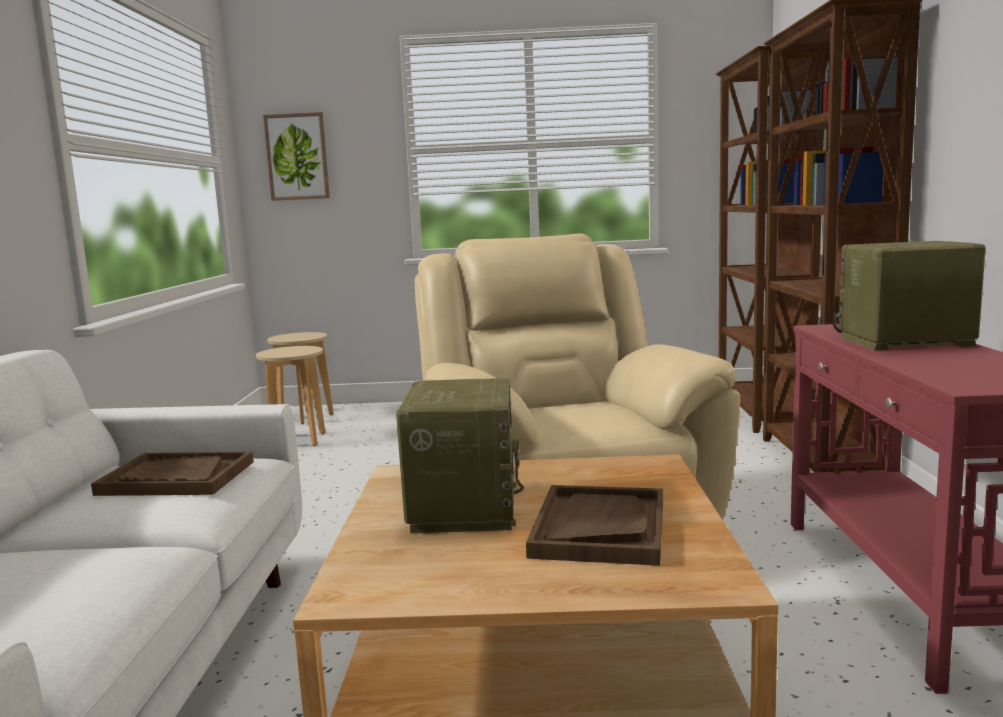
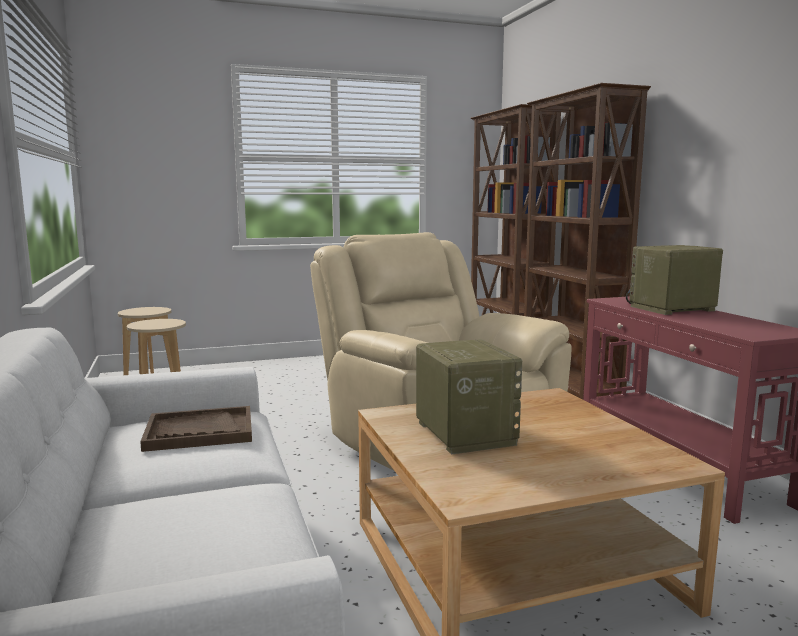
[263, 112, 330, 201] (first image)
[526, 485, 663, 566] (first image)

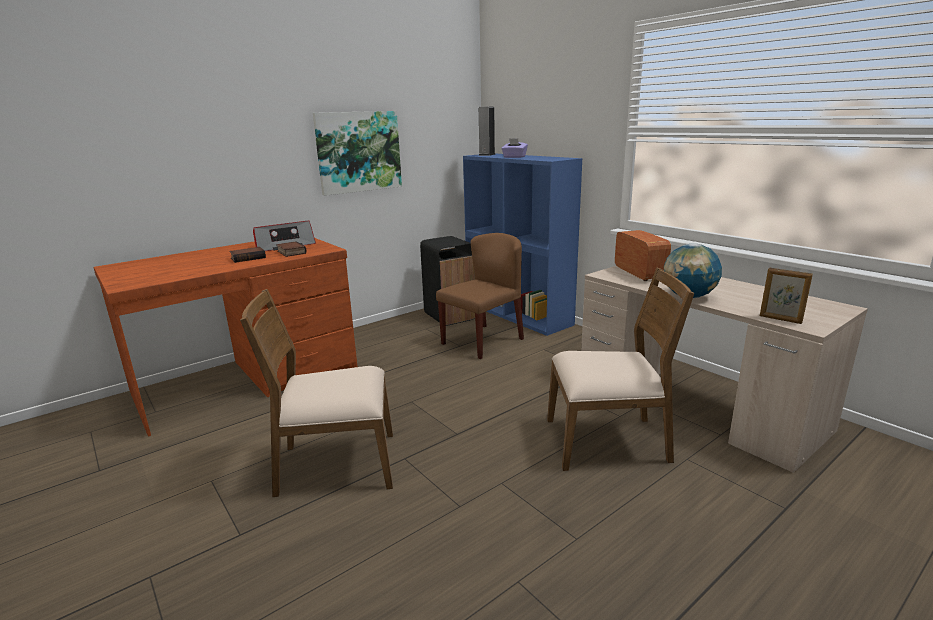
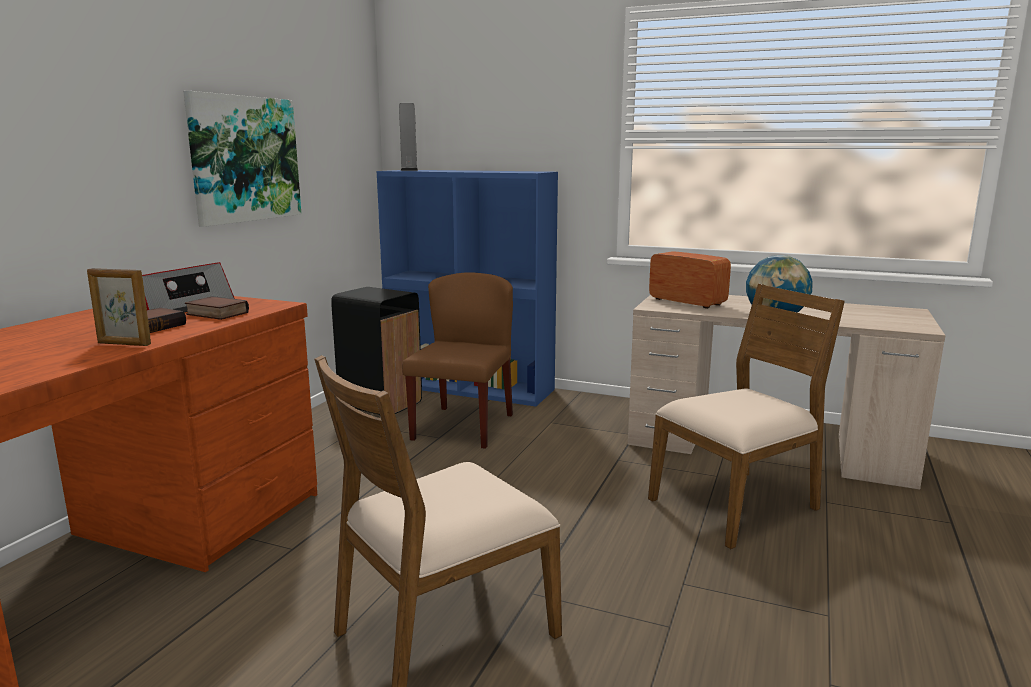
[501, 138, 528, 158] (first image)
[87, 268, 151, 346]

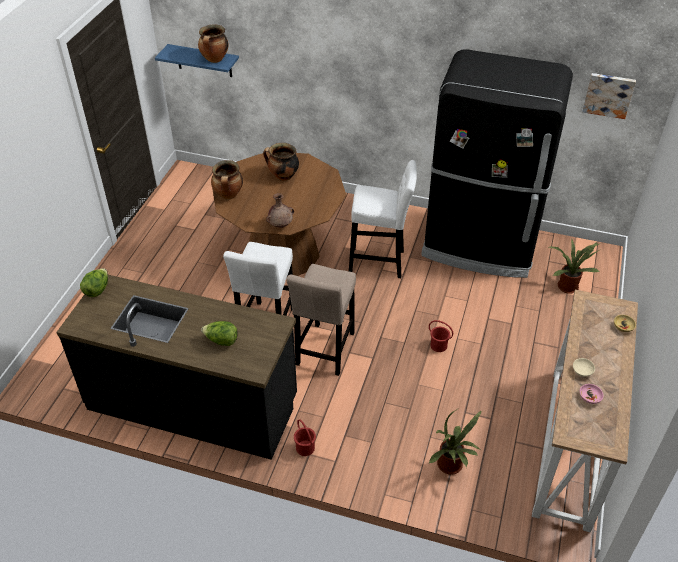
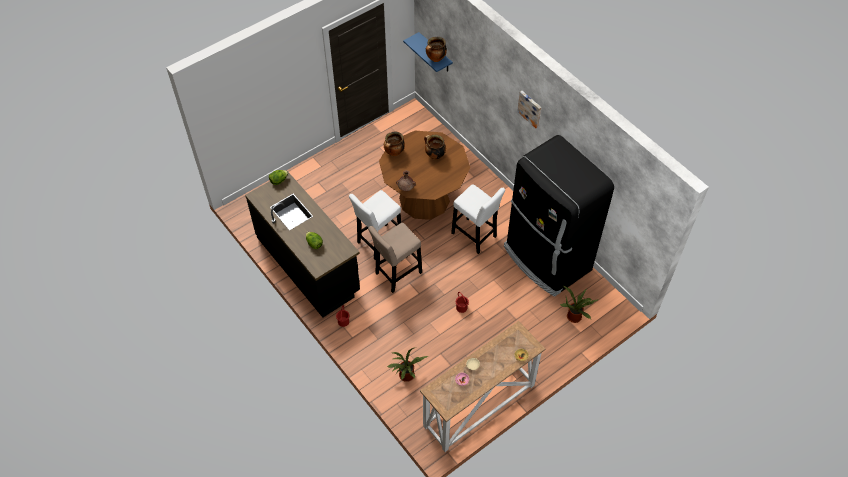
[517, 91, 541, 128]

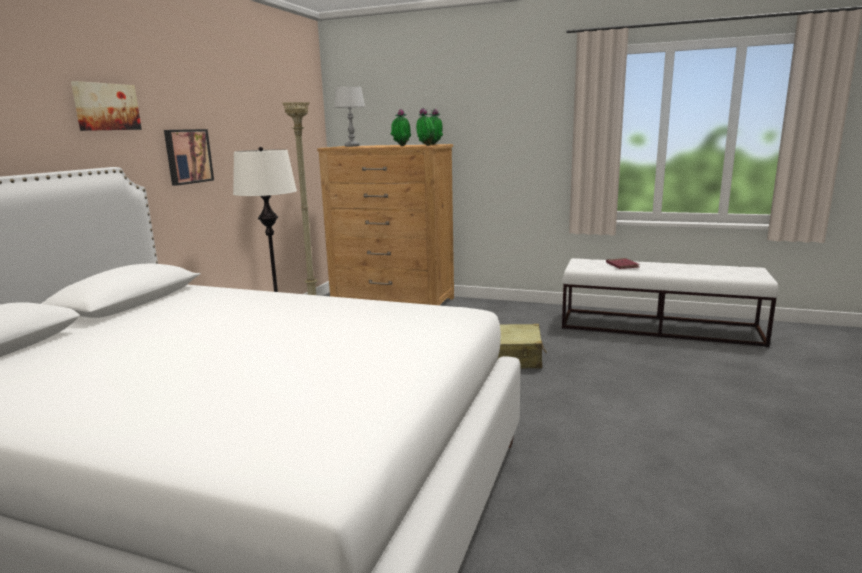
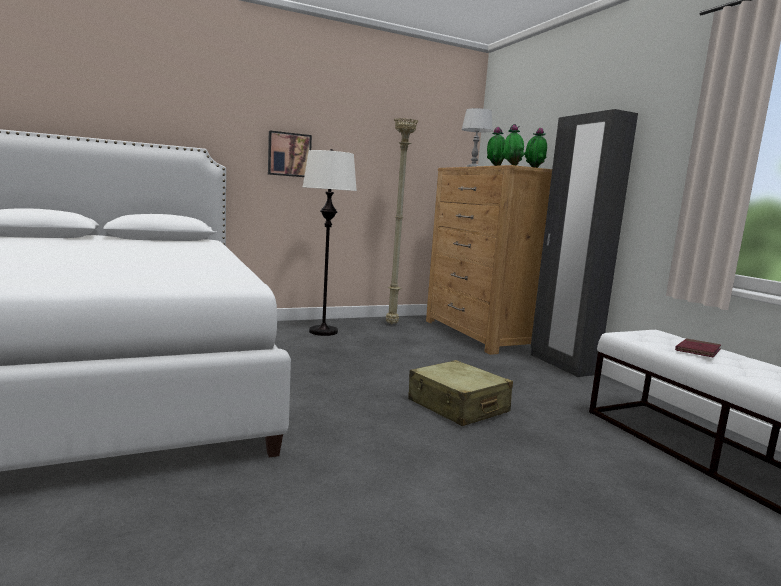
[71, 81, 142, 131] (first image)
[530, 109, 638, 377]

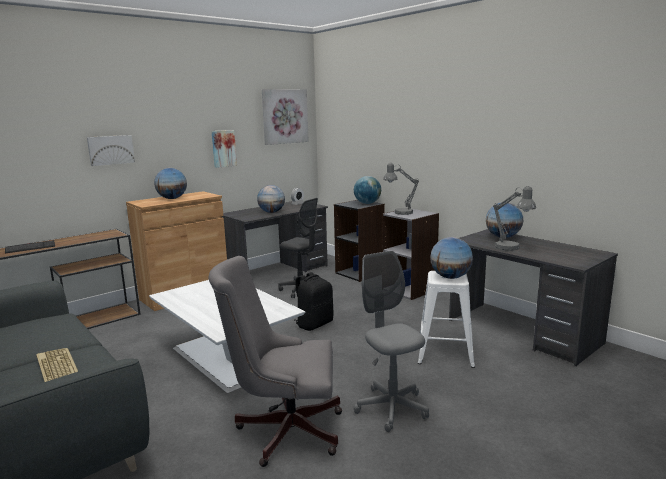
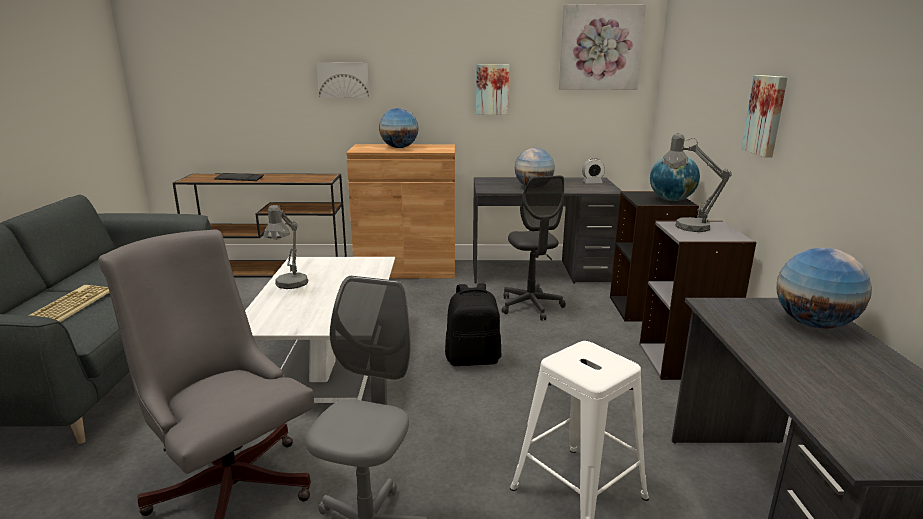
[263, 205, 308, 289]
[430, 237, 473, 279] (first image)
[741, 75, 788, 158]

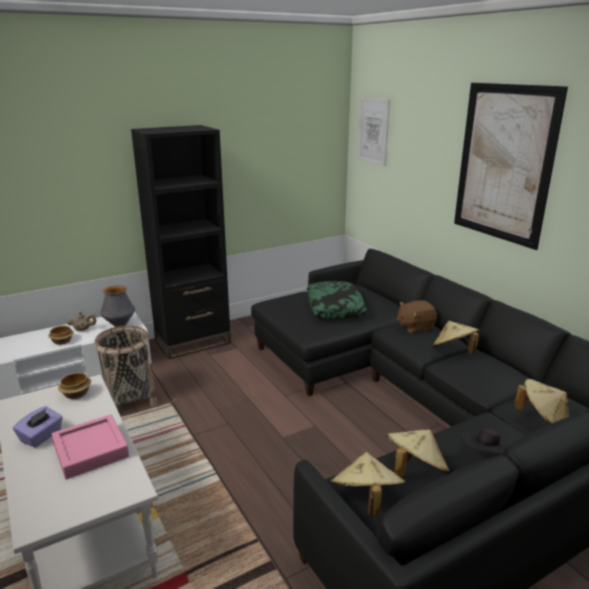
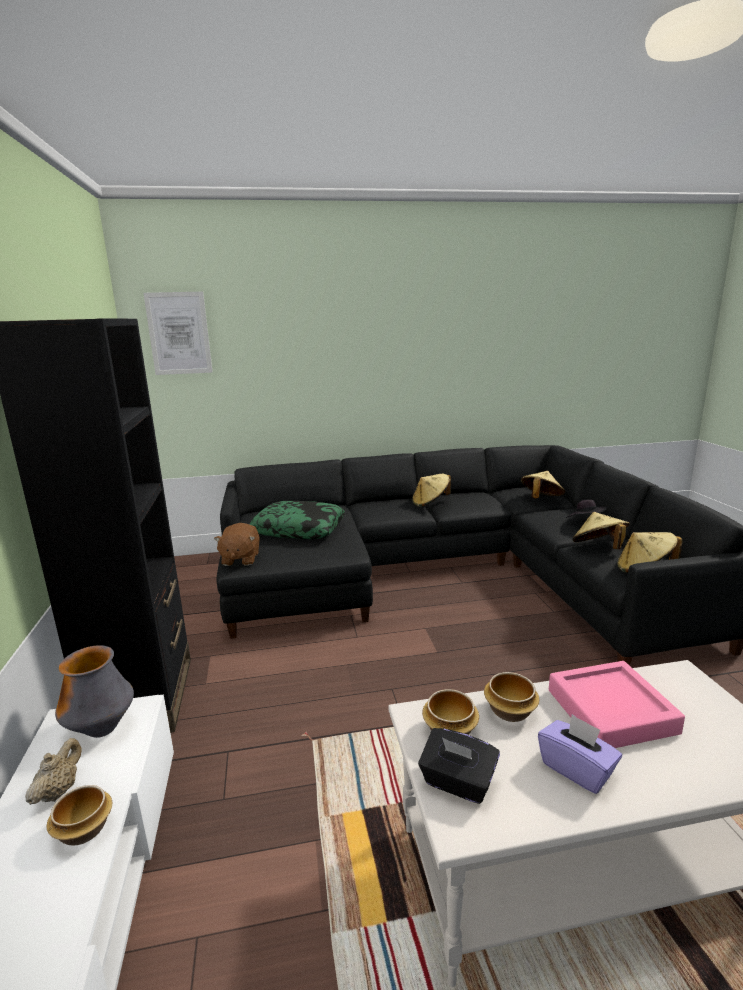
[454, 83, 568, 250] (first image)
[214, 523, 260, 566]
[94, 325, 157, 407] (first image)
[484, 672, 539, 722]
[418, 728, 500, 804]

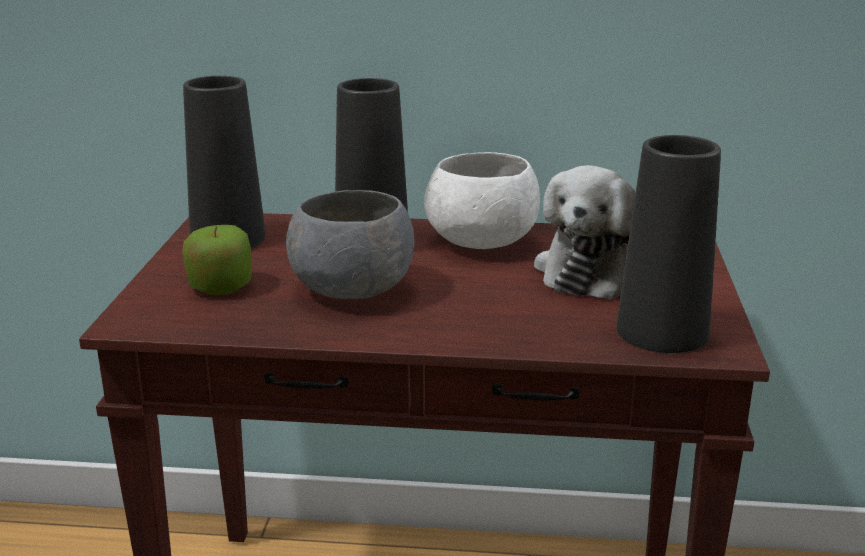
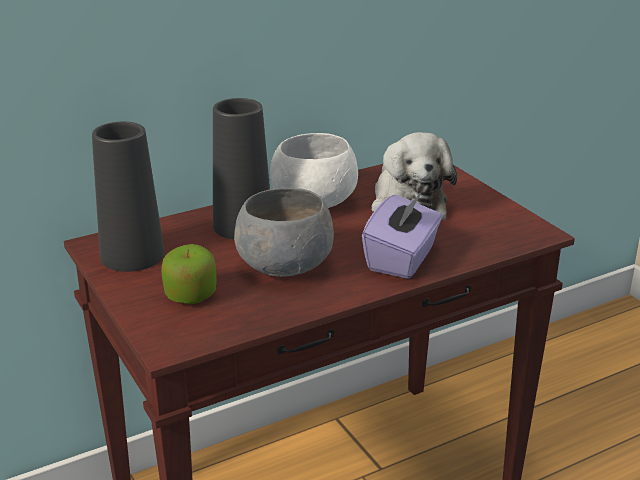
[616, 135, 721, 353] (first image)
[362, 192, 443, 279]

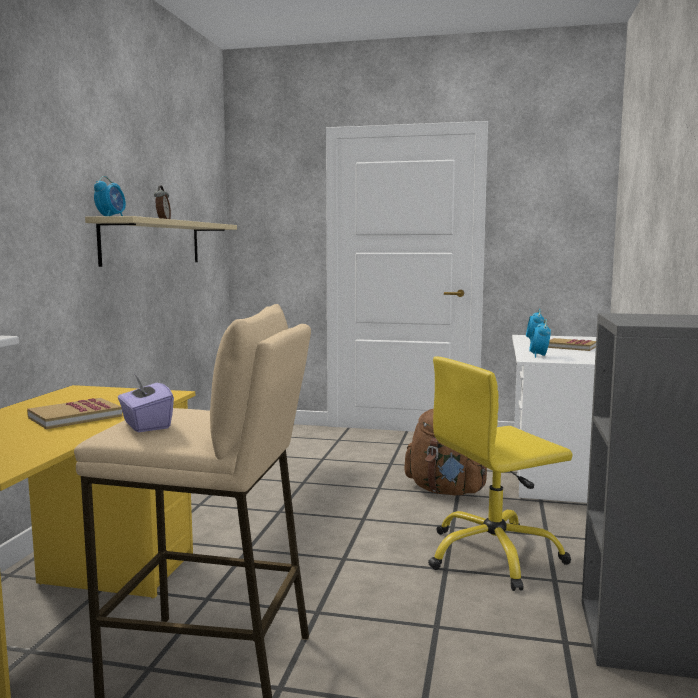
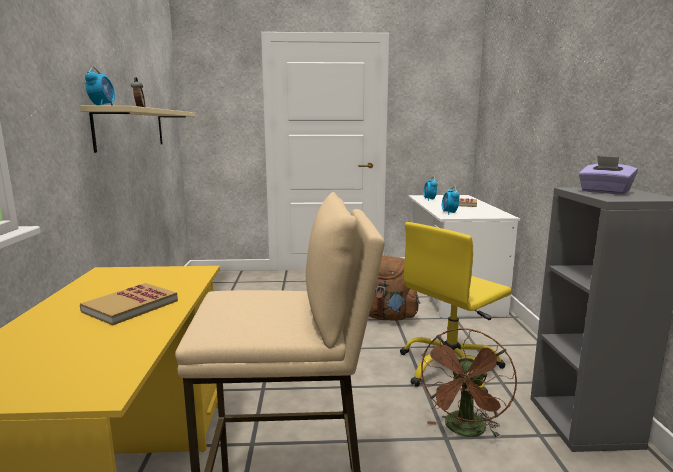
[579, 156, 638, 194]
[418, 328, 517, 439]

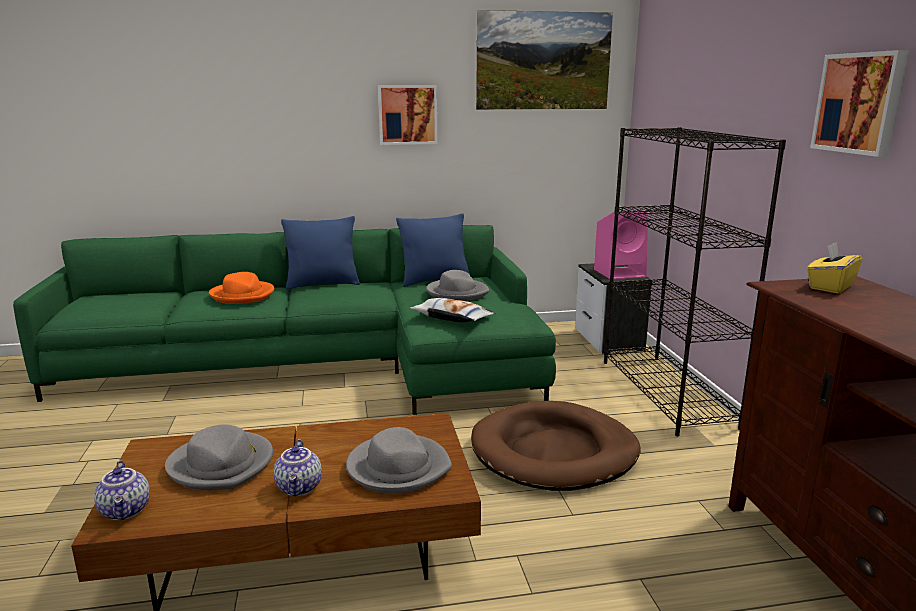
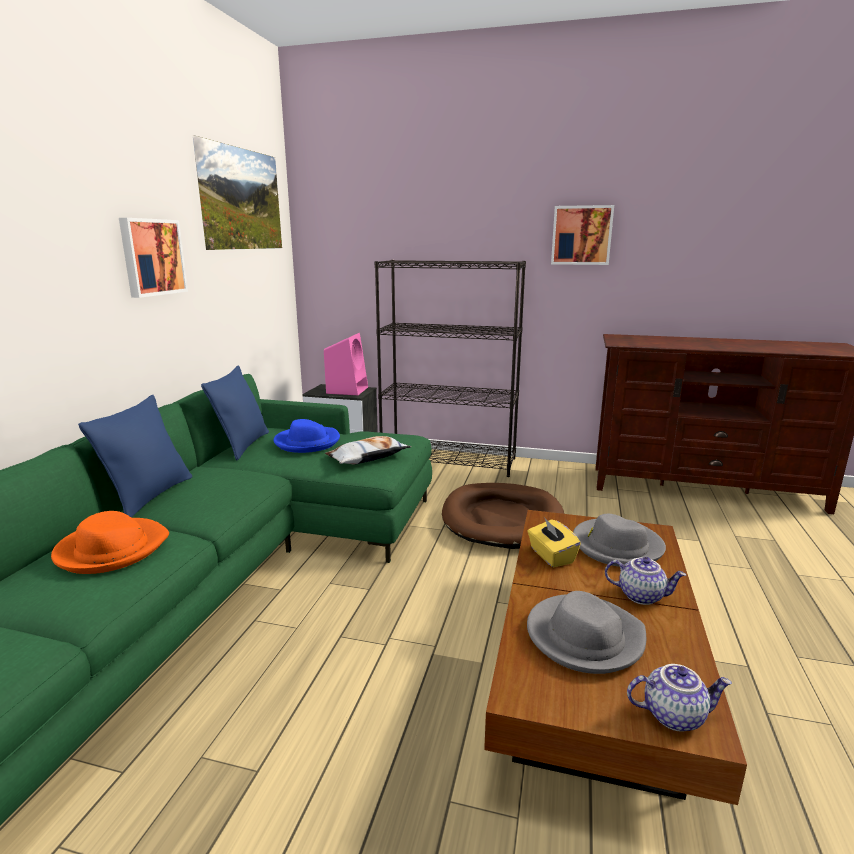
[527, 517, 581, 567]
[274, 419, 340, 453]

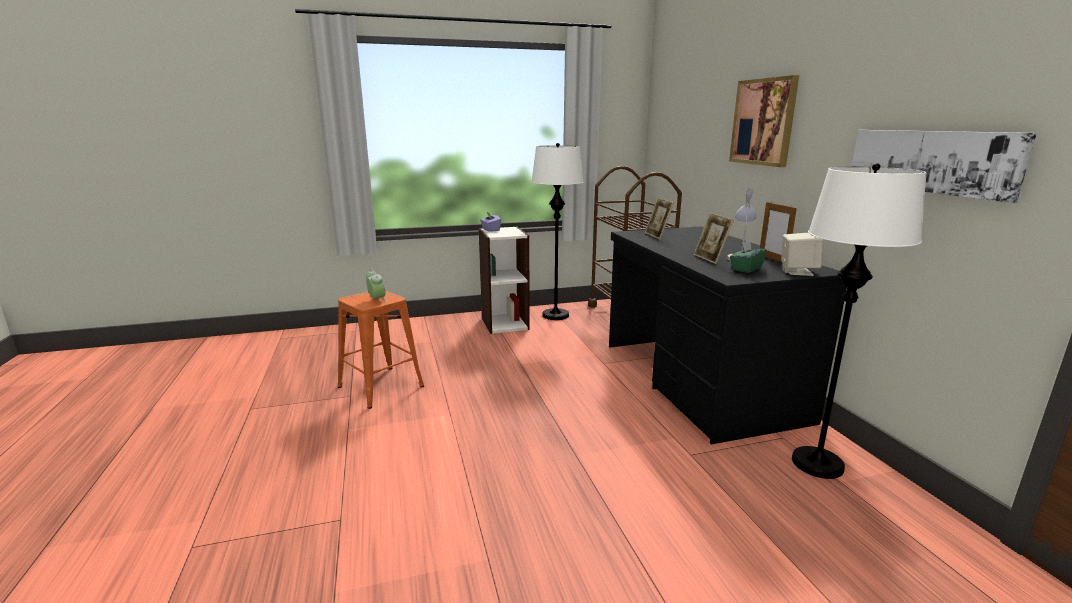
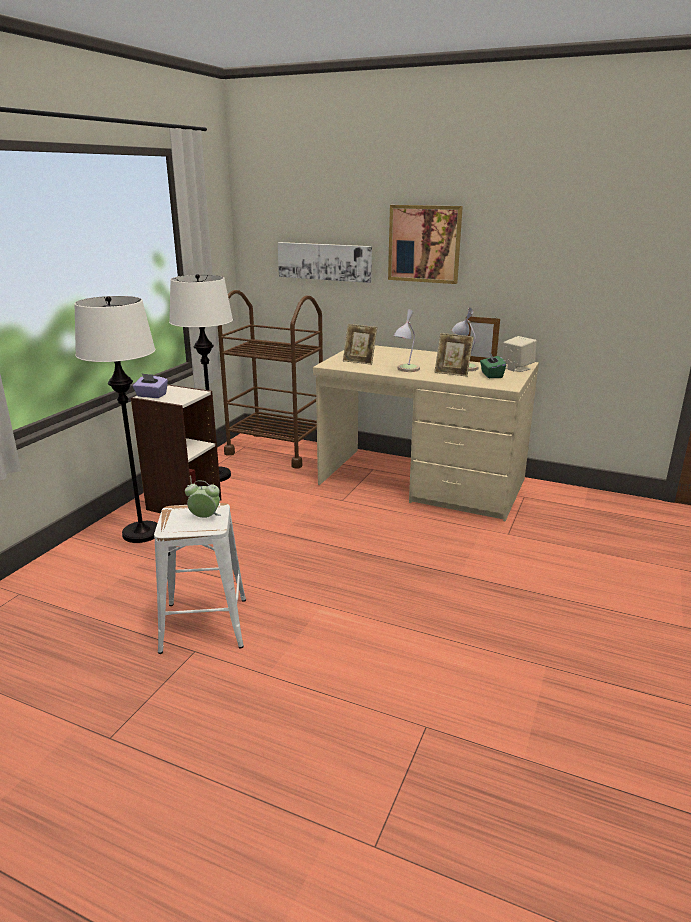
[278, 242, 372, 283]
[74, 296, 157, 543]
[313, 345, 539, 521]
[154, 503, 246, 654]
[394, 309, 420, 372]

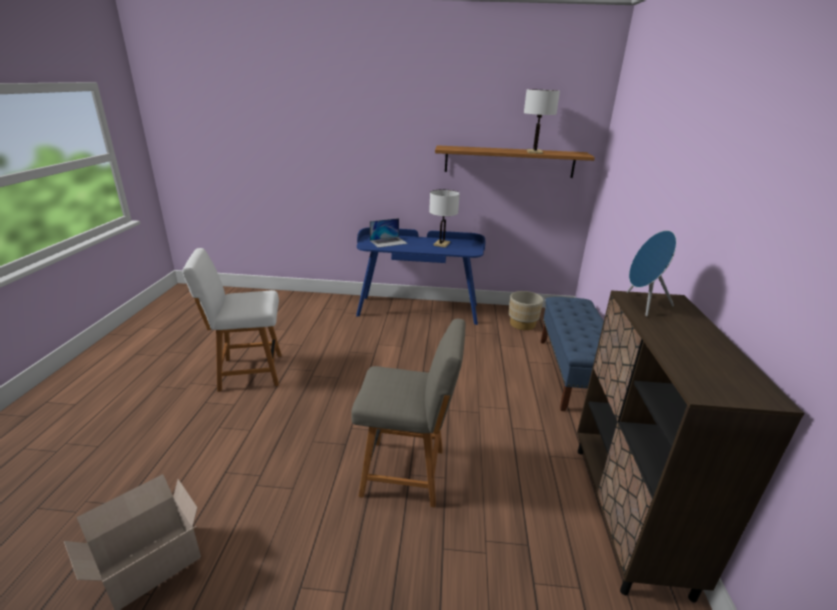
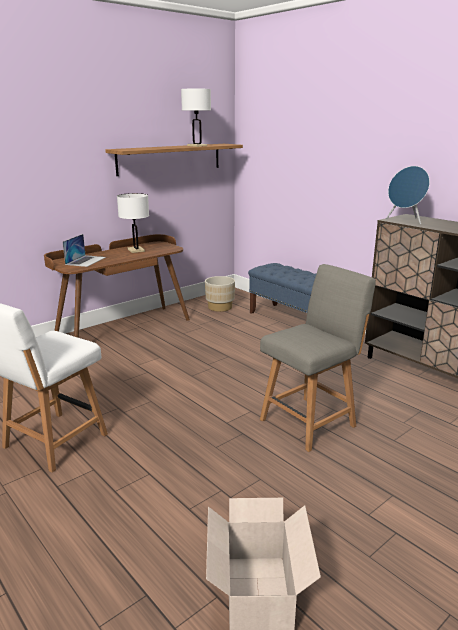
[44, 234, 190, 338]

